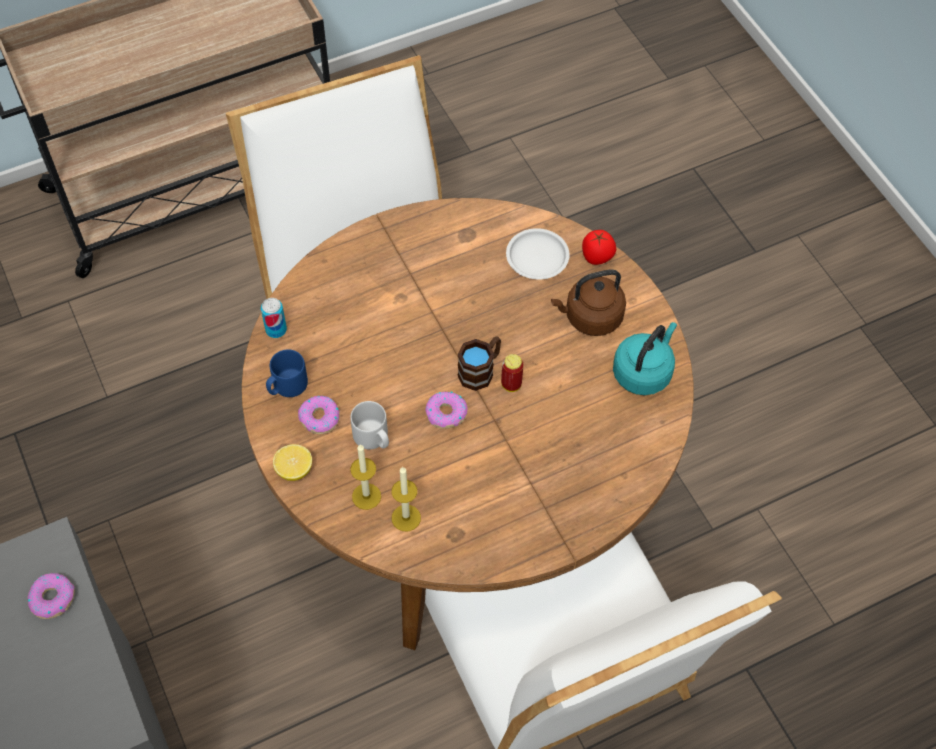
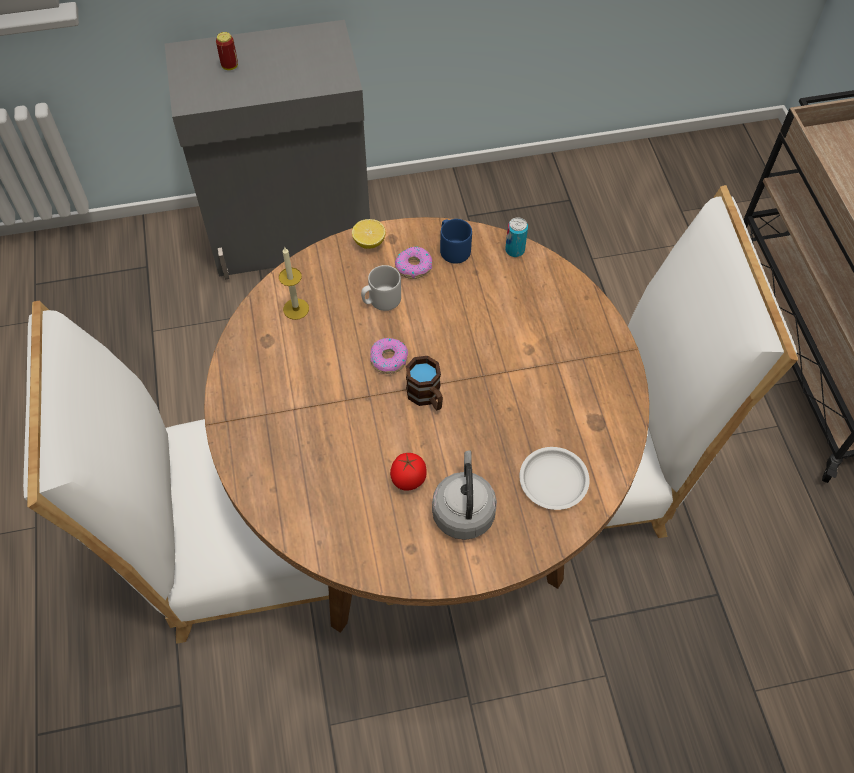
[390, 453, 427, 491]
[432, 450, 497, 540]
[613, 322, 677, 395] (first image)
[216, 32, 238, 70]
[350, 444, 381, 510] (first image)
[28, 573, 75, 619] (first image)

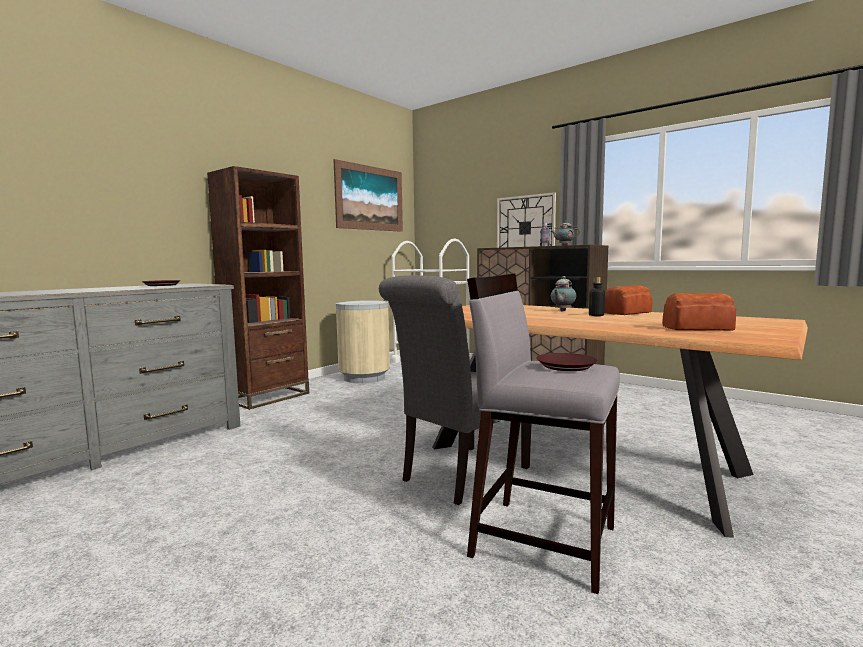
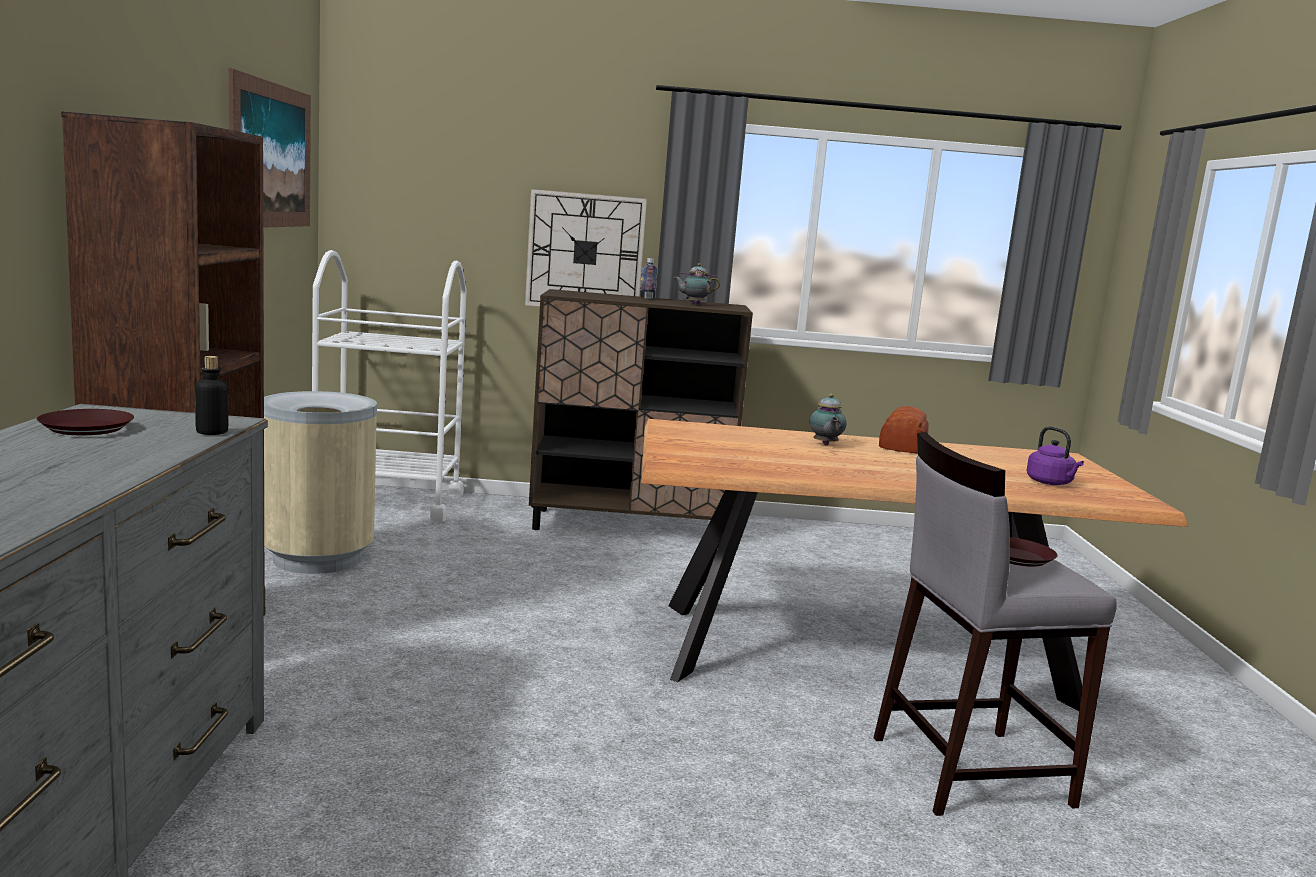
[379, 275, 531, 505] (first image)
[195, 356, 228, 435]
[1026, 426, 1084, 485]

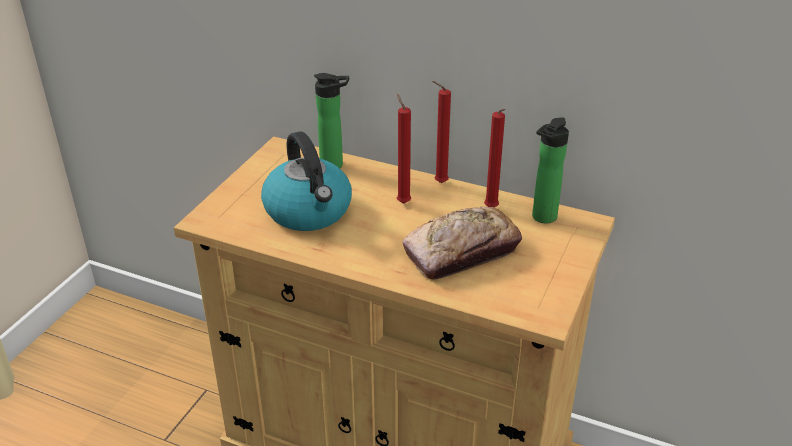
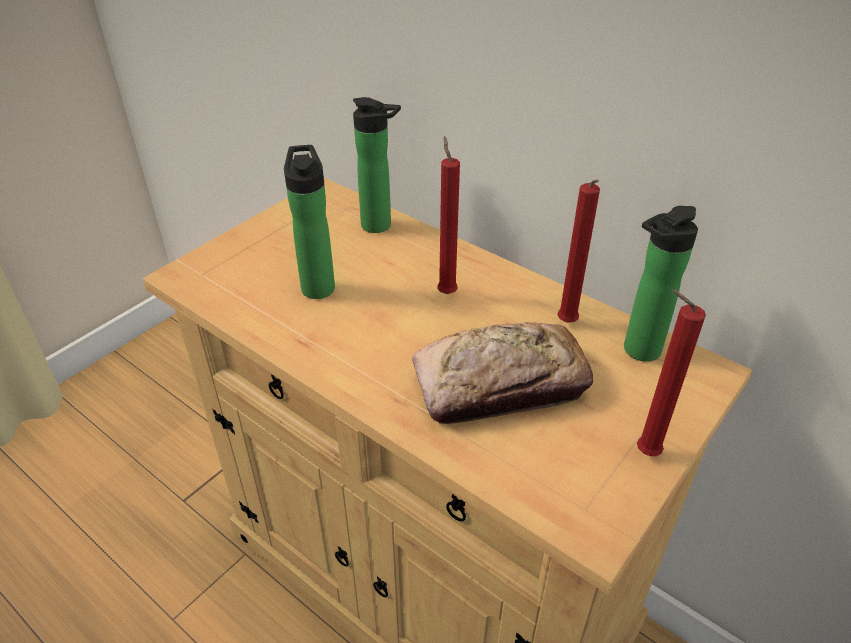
[637, 289, 706, 456]
[284, 145, 335, 299]

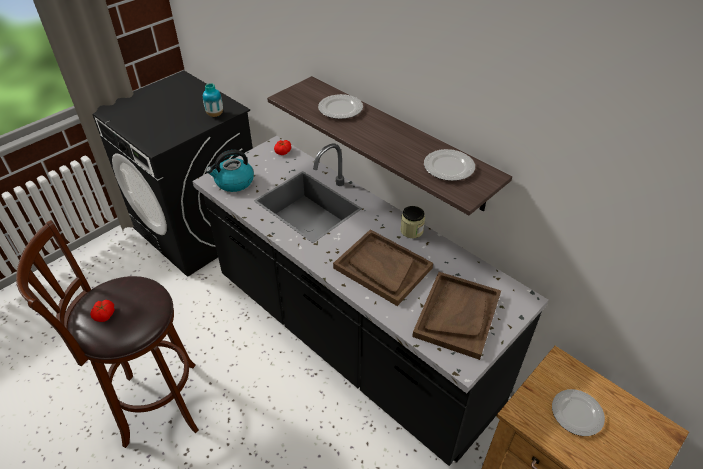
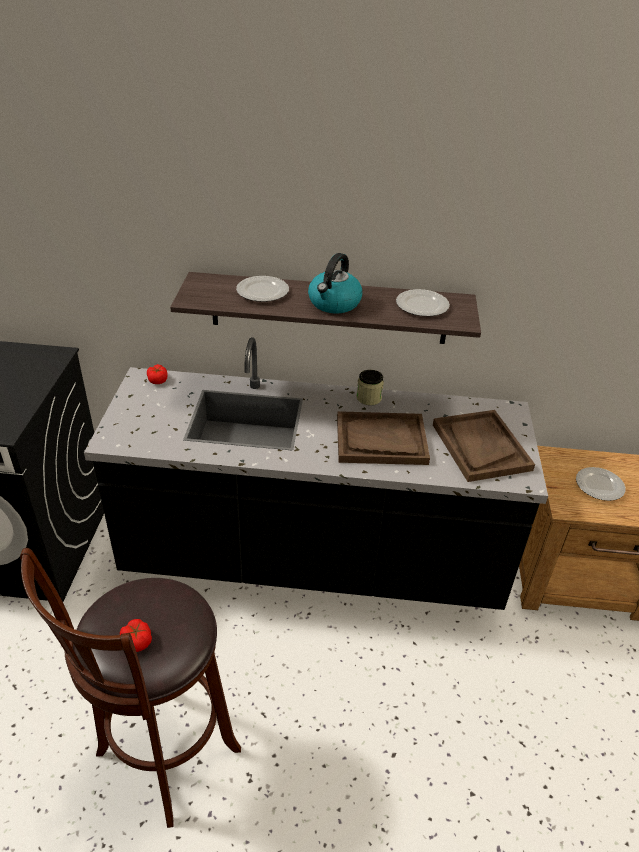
[203, 83, 223, 117] (first image)
[308, 253, 362, 314]

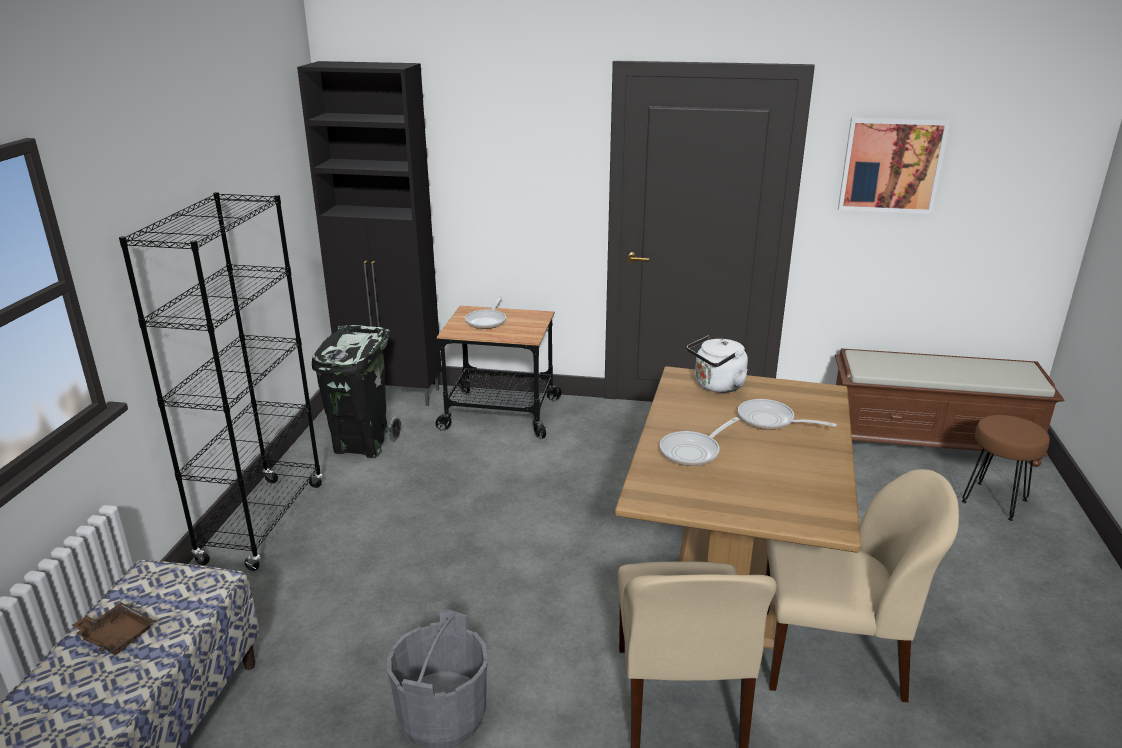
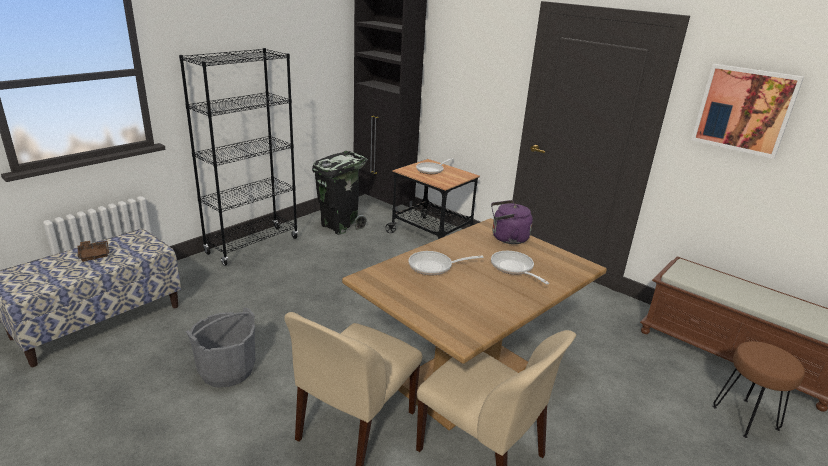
[491, 200, 533, 244]

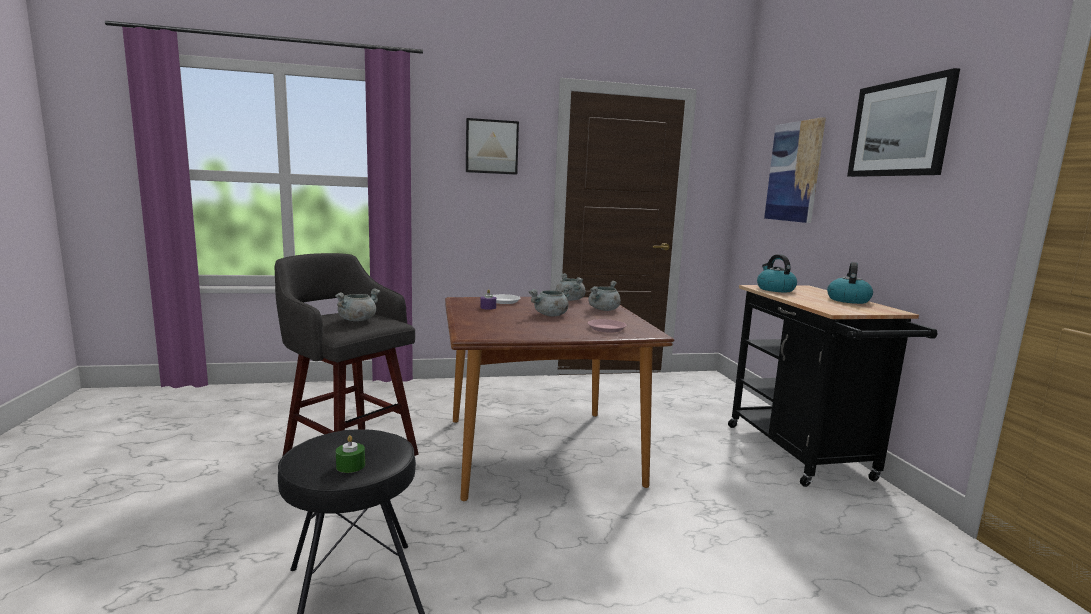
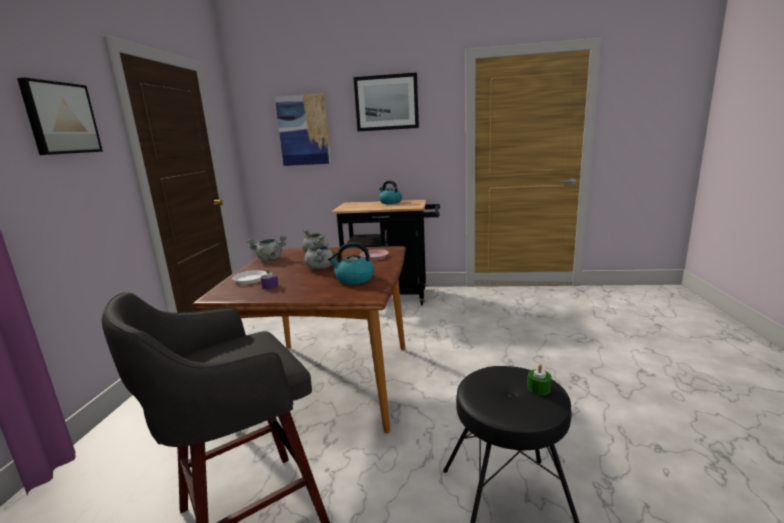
[328, 242, 375, 285]
[335, 289, 380, 321] (first image)

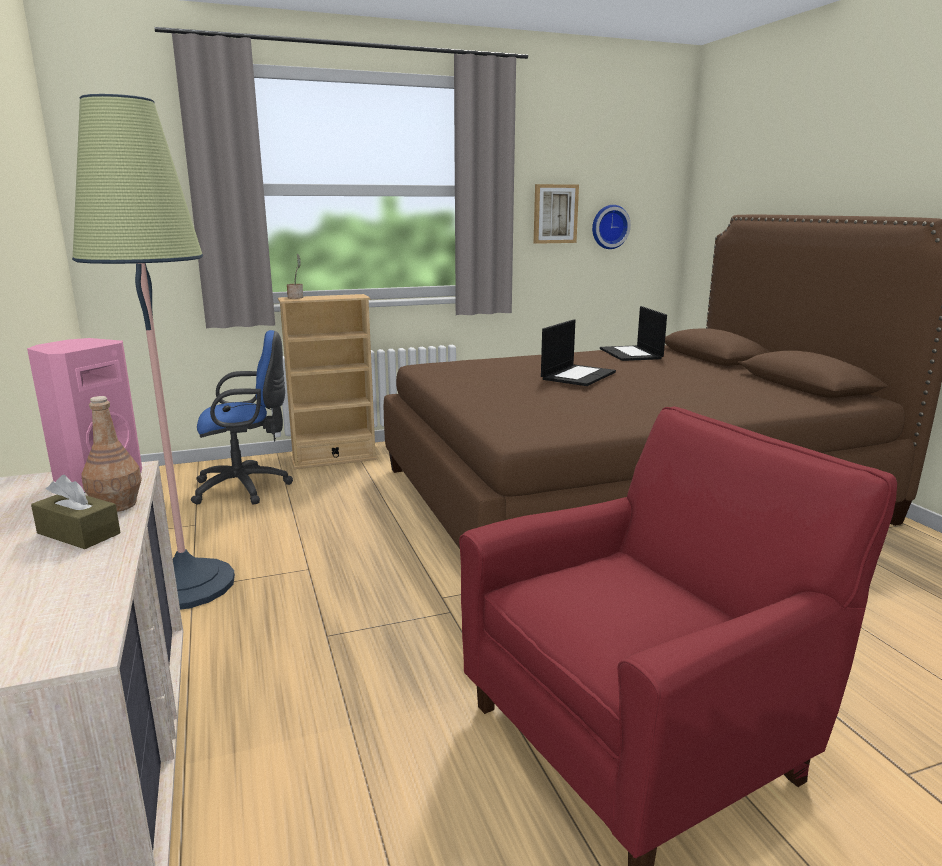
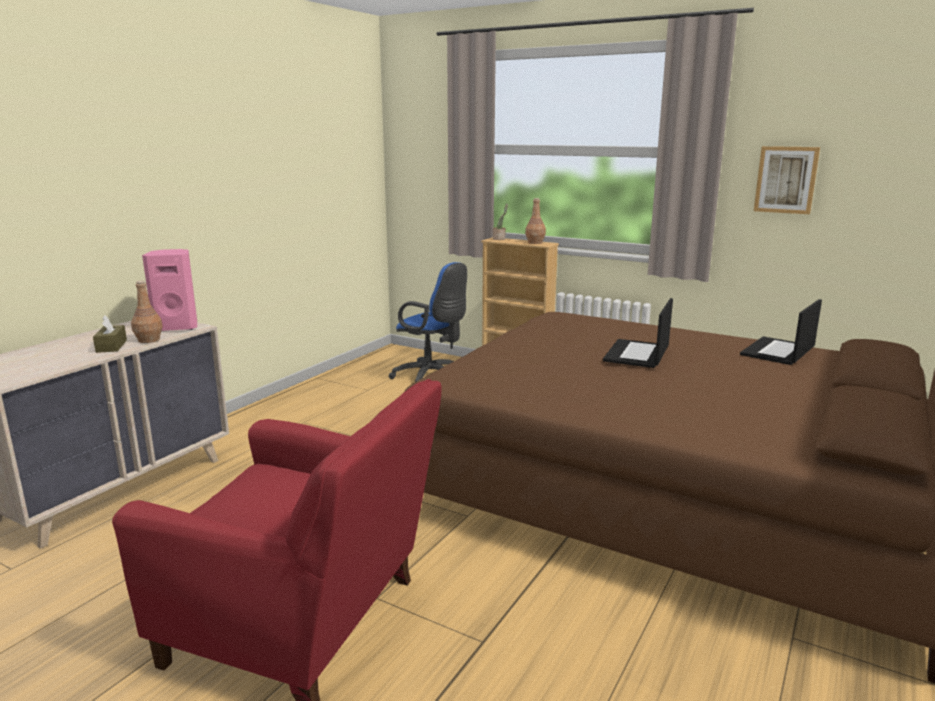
[72, 94, 235, 610] (first image)
[592, 205, 631, 249] (first image)
[603, 298, 673, 368]
[525, 198, 546, 244]

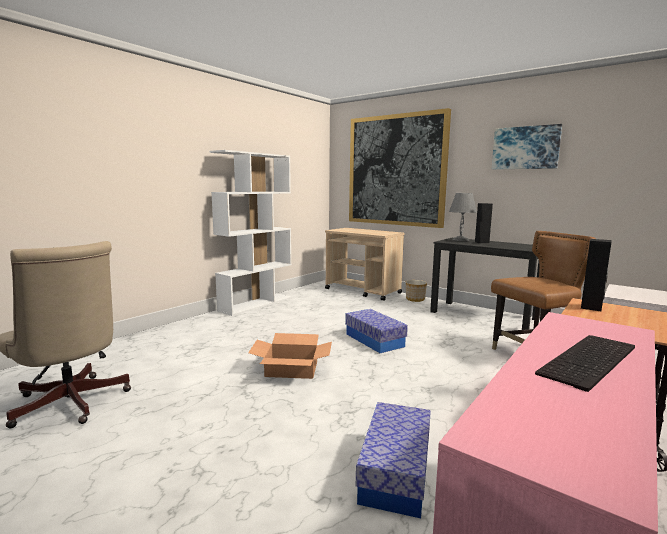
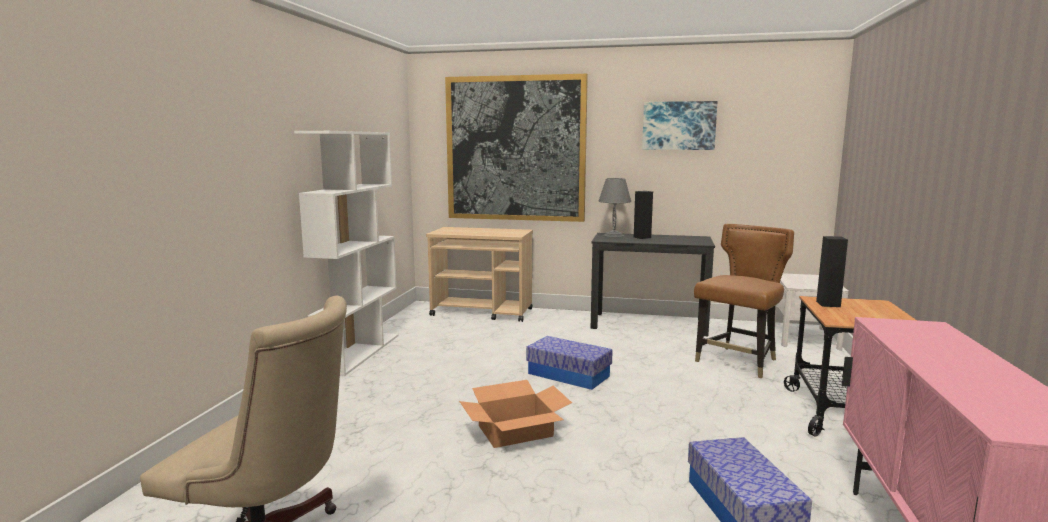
[406, 280, 427, 302] (first image)
[535, 335, 635, 392] (first image)

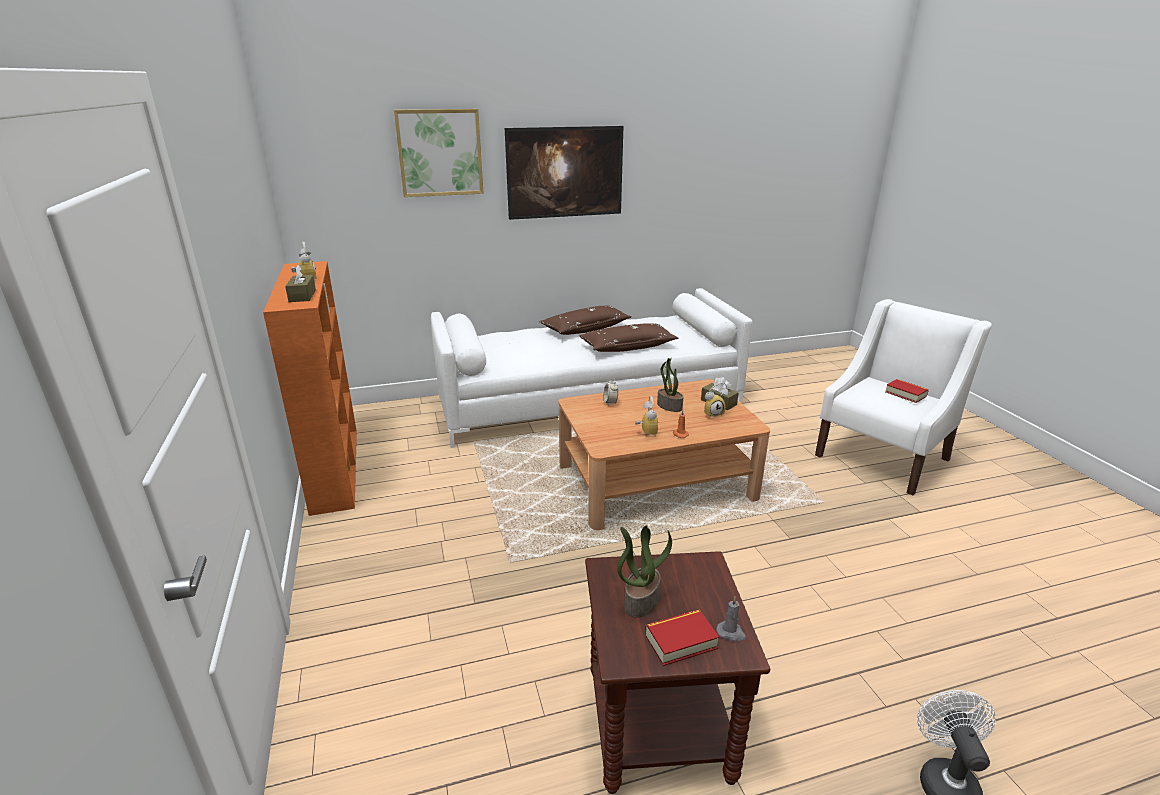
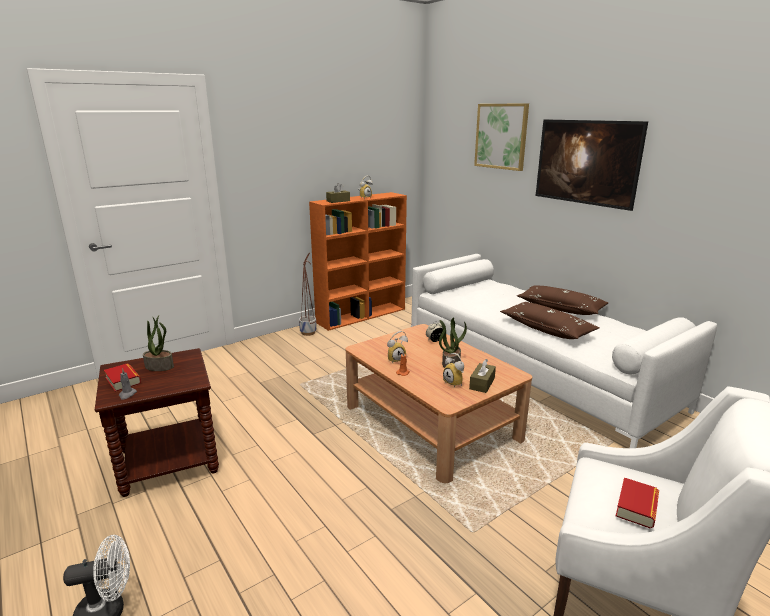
[299, 253, 317, 336]

